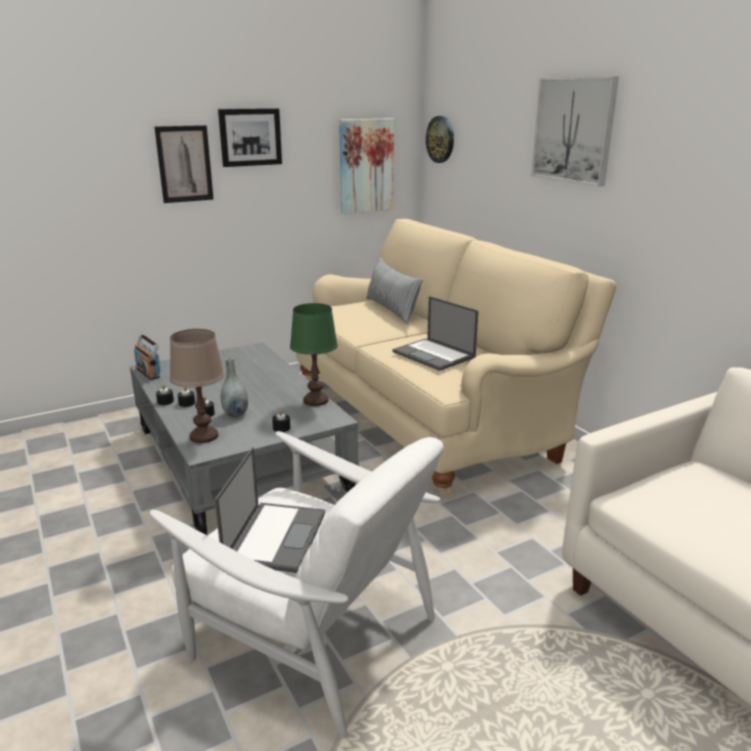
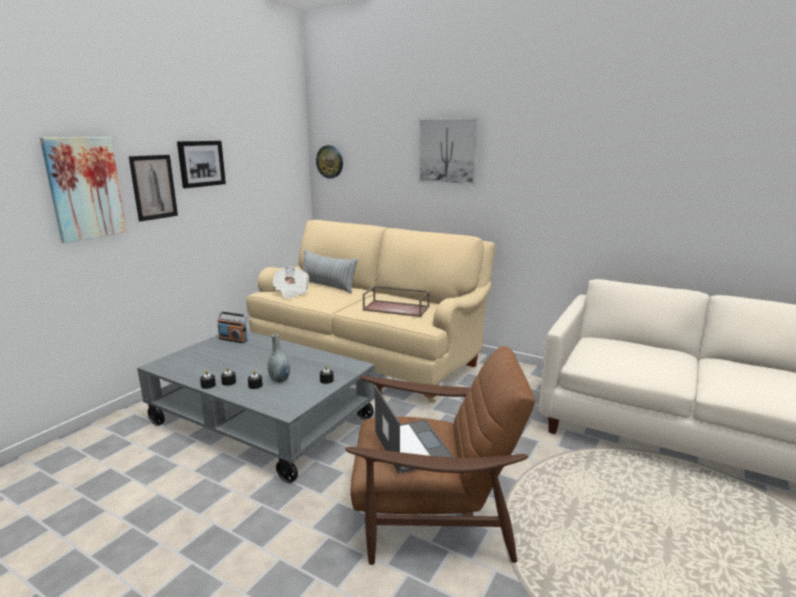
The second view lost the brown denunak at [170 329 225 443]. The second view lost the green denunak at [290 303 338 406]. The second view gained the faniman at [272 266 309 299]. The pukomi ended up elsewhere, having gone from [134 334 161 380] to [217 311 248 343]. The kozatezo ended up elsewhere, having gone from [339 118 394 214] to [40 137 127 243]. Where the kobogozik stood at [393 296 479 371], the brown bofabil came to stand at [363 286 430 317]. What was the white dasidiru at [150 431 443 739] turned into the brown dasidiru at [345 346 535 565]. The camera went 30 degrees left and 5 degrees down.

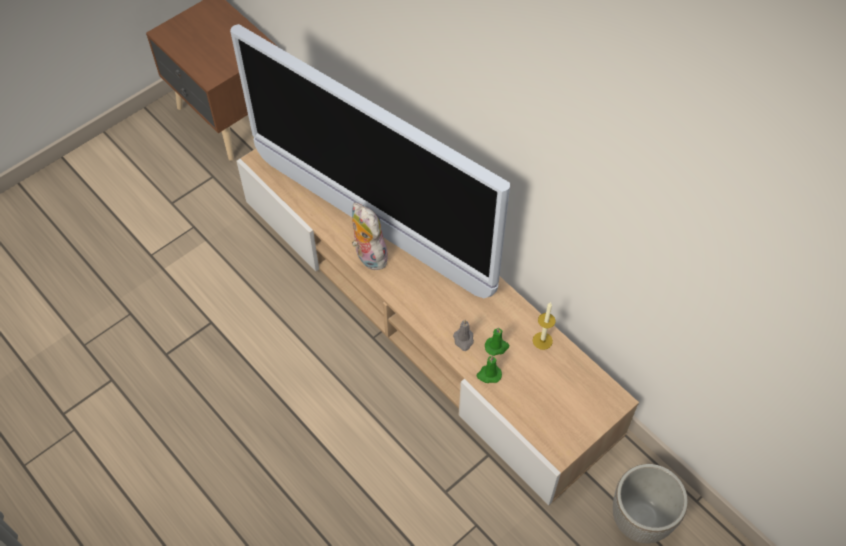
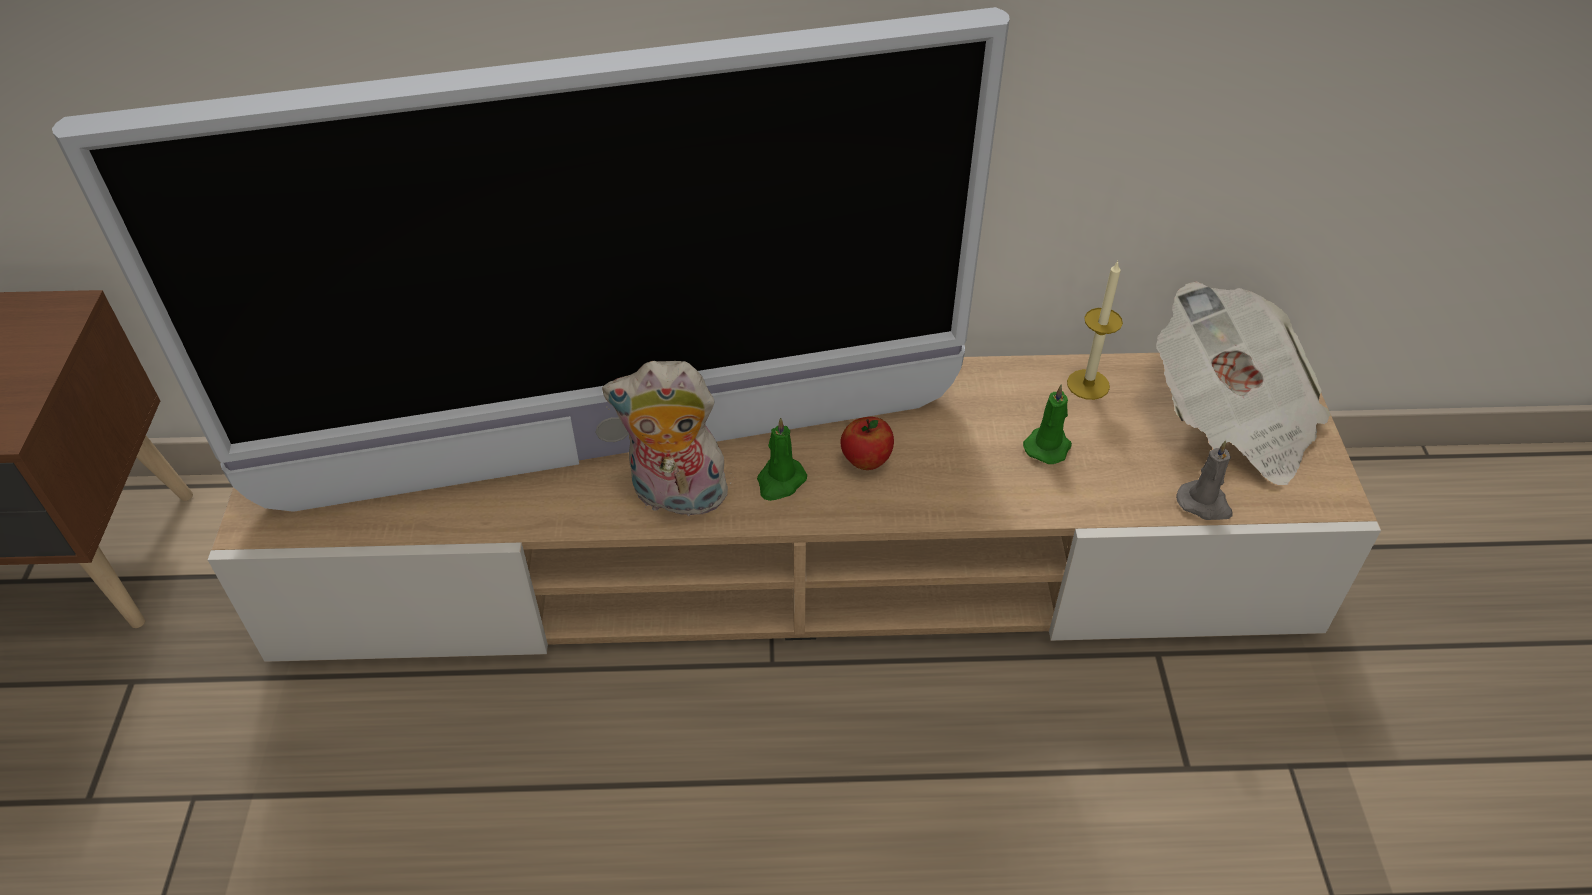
The second view lost the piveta at [613 464 688 543]. The second view gained the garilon at [841 417 894 470]. The second view gained the faniman at [1156 281 1330 485]. The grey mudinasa ended up elsewhere, having gone from [453 320 474 351] to [1176 440 1232 520]. The green mudinasa ended up elsewhere, having gone from [477 356 502 383] to [757 417 807 501]. The camera went 50 degrees left and 10 degrees down.

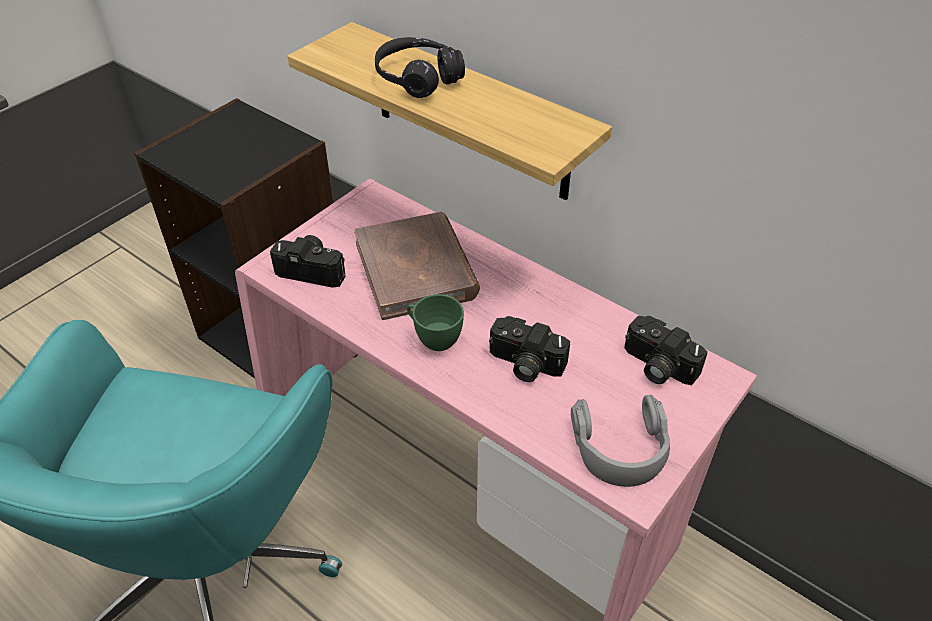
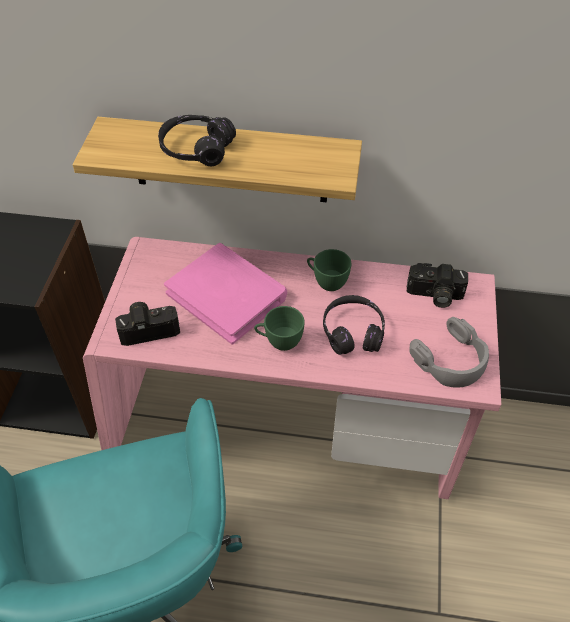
The second view gained the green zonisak at [307 249 351 291]. Where the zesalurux stood at [489 316 570 382], the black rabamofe came to stand at [323 295 385 355]. What was the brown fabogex at [354 212 480 320] turned into the pink fabogex at [164 243 287 344]. The camera went 30 degrees left and 5 degrees up.

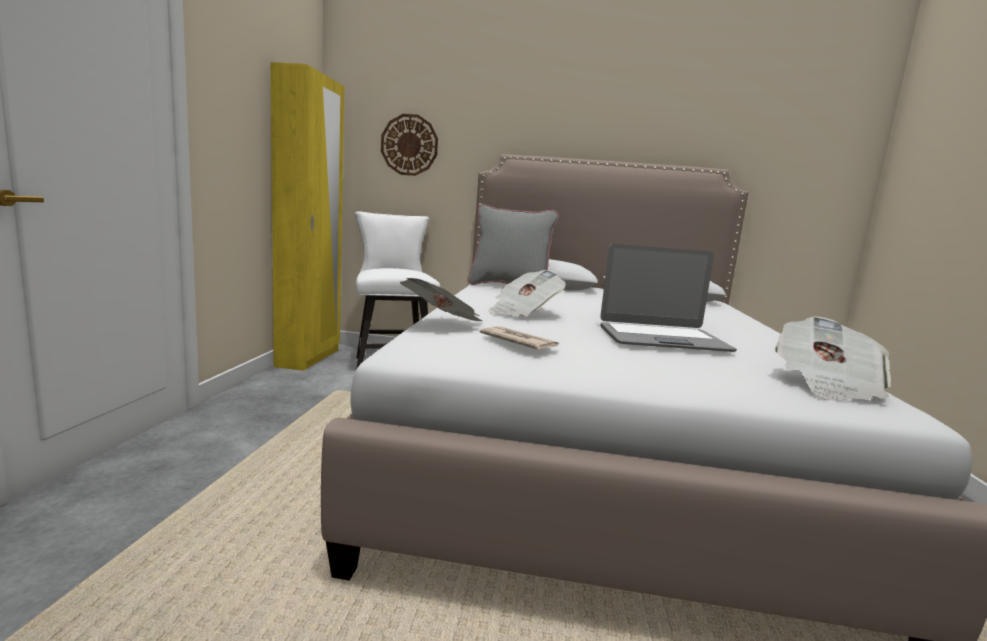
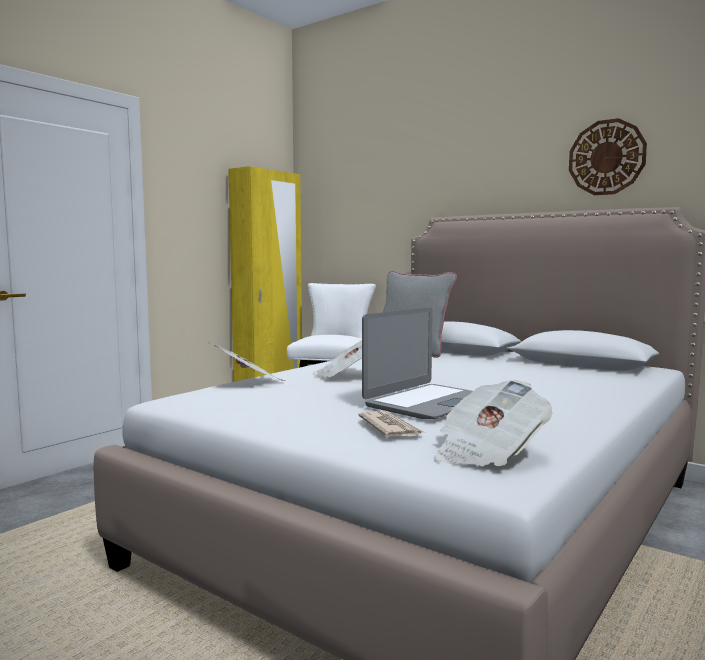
The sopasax ended up elsewhere, having gone from [381 114 438 176] to [569 118 647 195]. The faniman ended up elsewhere, having gone from [480 326 559 350] to [358 411 424 437]. The kobogozik at [600 244 737 352] ended up facing another way, 75 degrees counterclockwise from before. The camera went 30 degrees right and 5 degrees down.

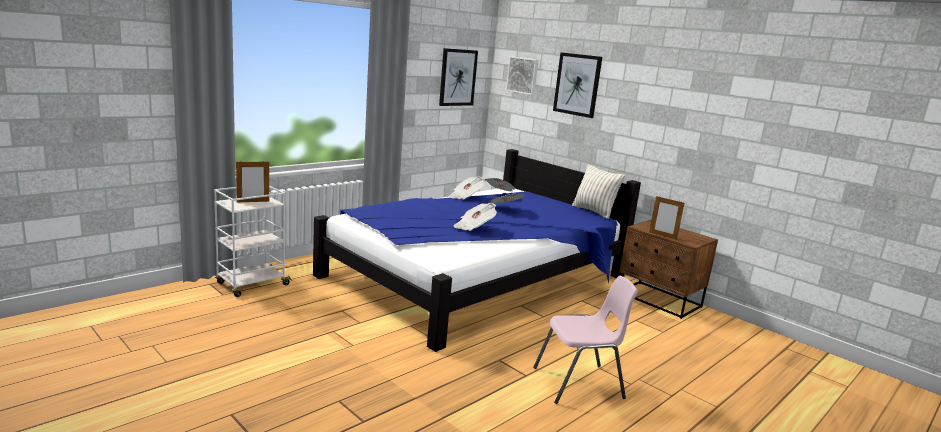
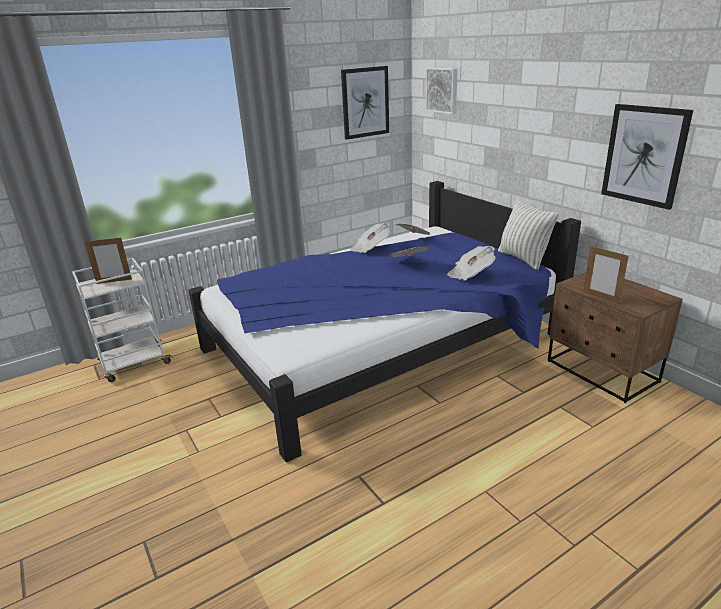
The second view lost the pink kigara at [533 276 638 404]. The faniman ended up elsewhere, having gone from [453 203 497 231] to [447 246 495 281]. The kozatezo ended up elsewhere, having gone from [553 52 602 118] to [601 104 693 210]. The camera went 15 degrees right and 10 degrees up.

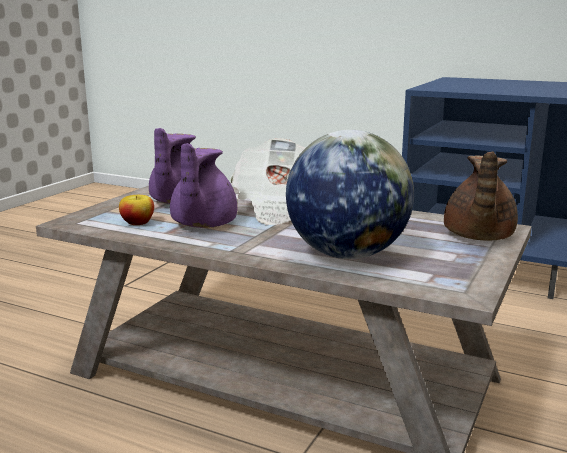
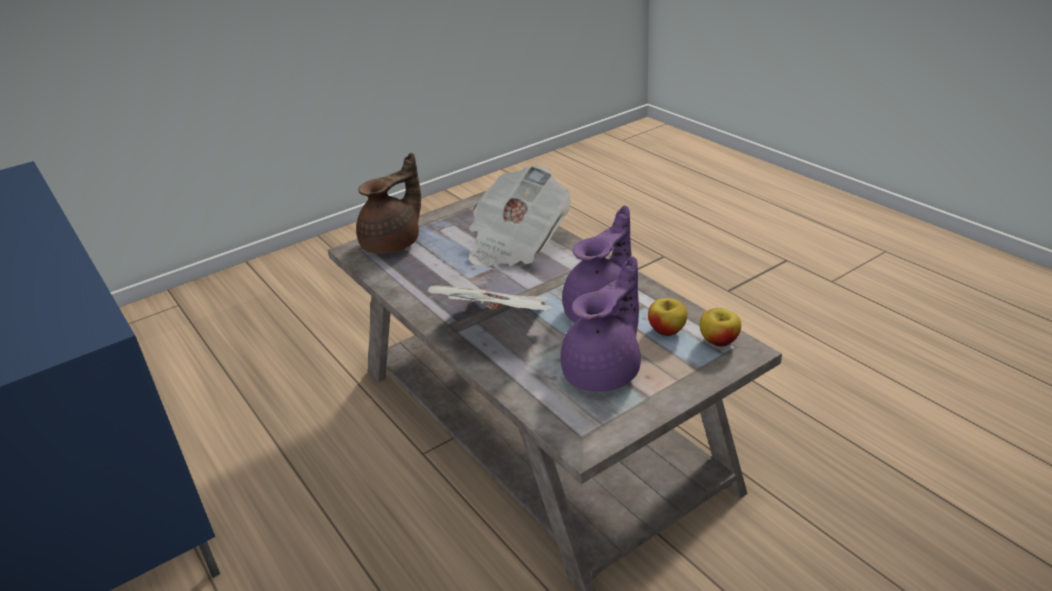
The second view gained the garilon at [700 308 741 347]. Where the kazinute stood at [286 130 414 259], the faniman came to stand at [469 165 571 266]. The camera went 150 degrees left and 15 degrees up.

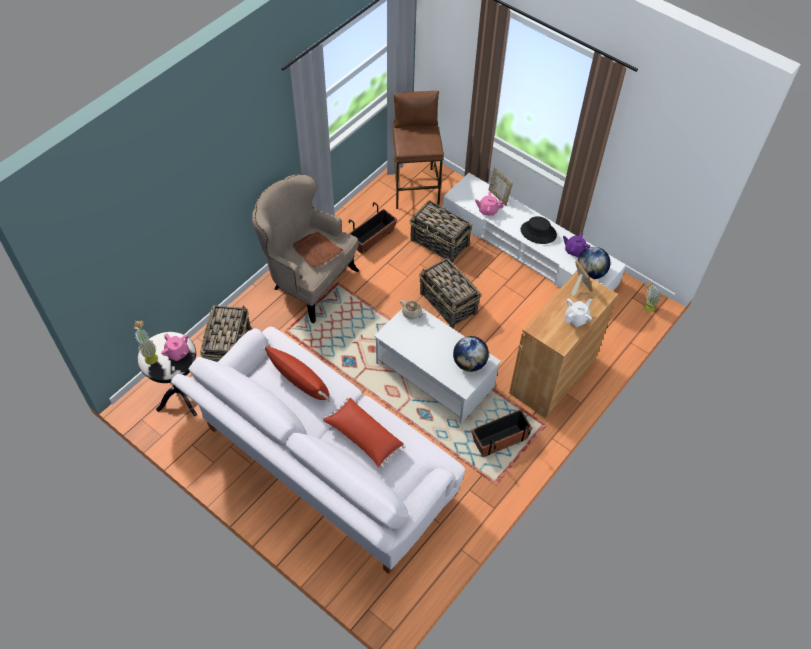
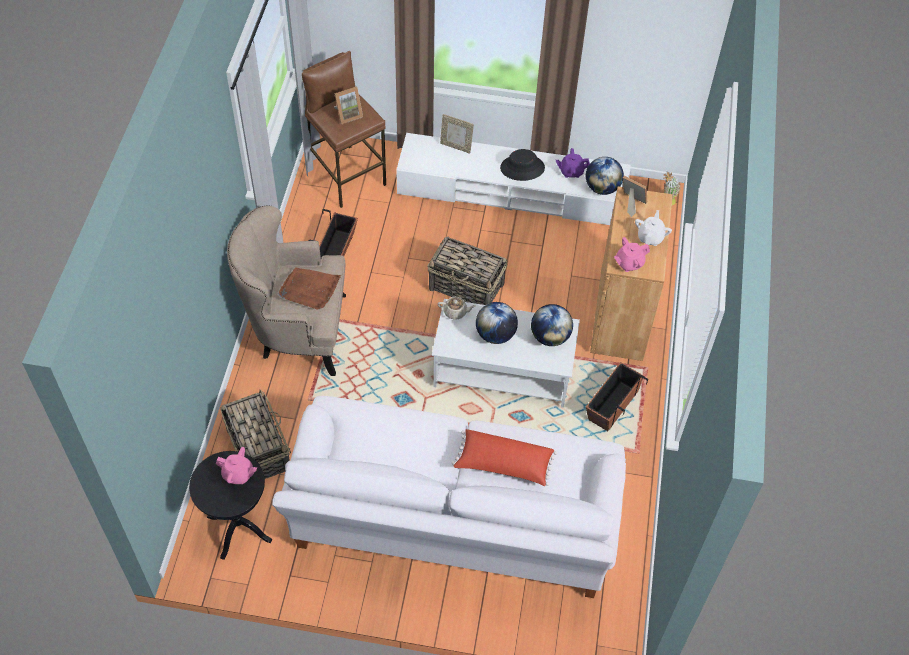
The second view lost the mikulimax at [134 320 158 365]. The second view lost the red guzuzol at [263 346 331 402]. The second view lost the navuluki at [410 200 472 263]. The second view gained the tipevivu at [334 86 363 124]. The second view gained the kazinute at [476 302 518 344]. The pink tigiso ended up elsewhere, having gone from [475 191 503 216] to [614 237 650 272]. The camera went 30 degrees left and 0 degrees up.

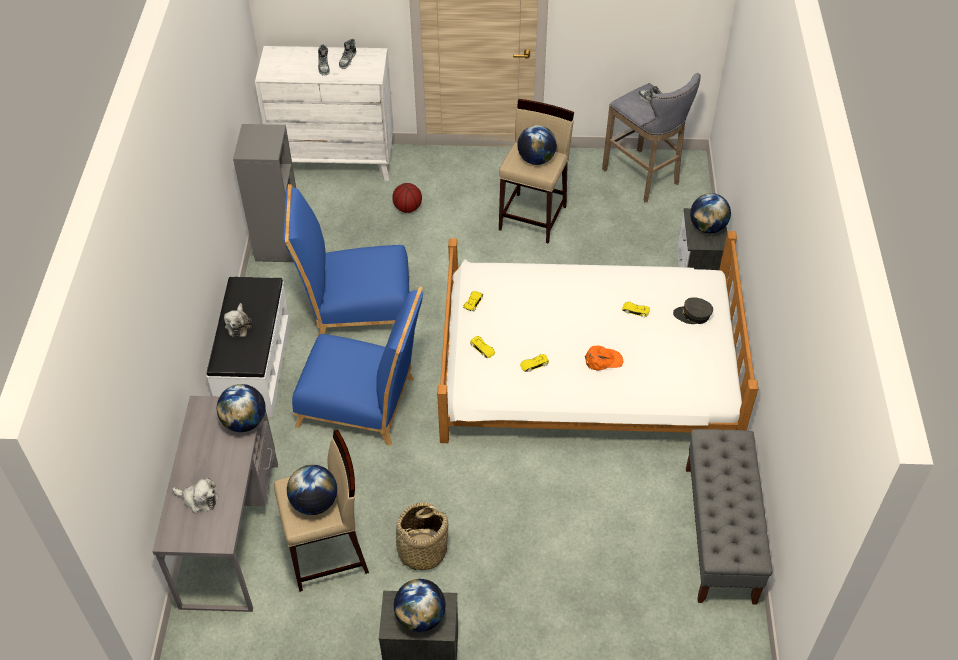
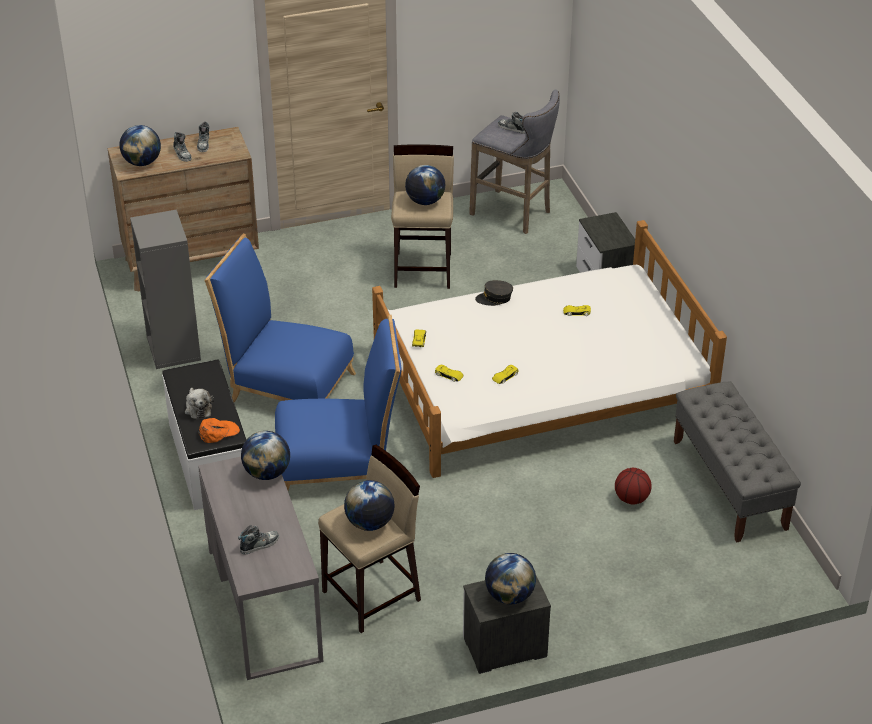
The second view lost the navuluki at [390 502 448 570]. The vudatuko ended up elsewhere, having gone from [392 183 422 213] to [615 468 652 505]. The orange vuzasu ended up elsewhere, having gone from [585 346 623 371] to [198 418 240 443]. The grey vuzasu ended up elsewhere, having gone from [673 297 713 324] to [475 280 513 306]. The kazinute ended up elsewhere, having gone from [690 193 731 233] to [119 125 161 166]. Where the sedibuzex stood at [172 477 219 514], the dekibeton came to stand at [238 525 279 555]. What was the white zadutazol at [255 46 394 181] turned into the brown zadutazol at [108 127 259 292]. The blue kigara at [283 184 410 336] ended up facing another way, 45 degrees clockwise from before. The camera went 20 degrees left and 10 degrees down.

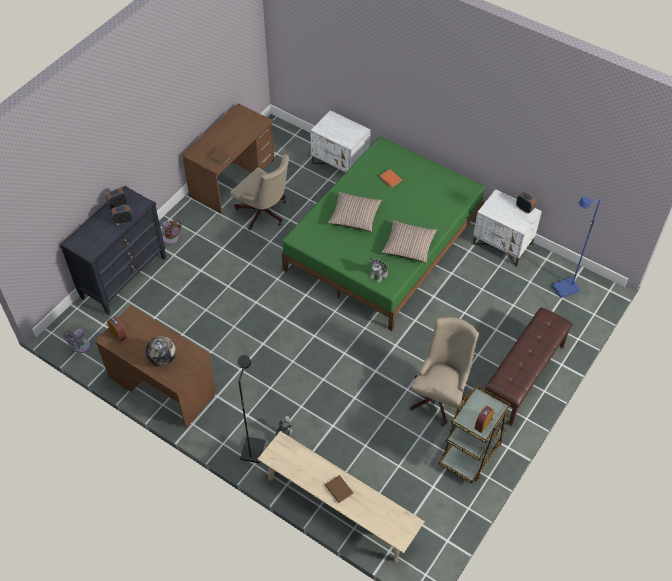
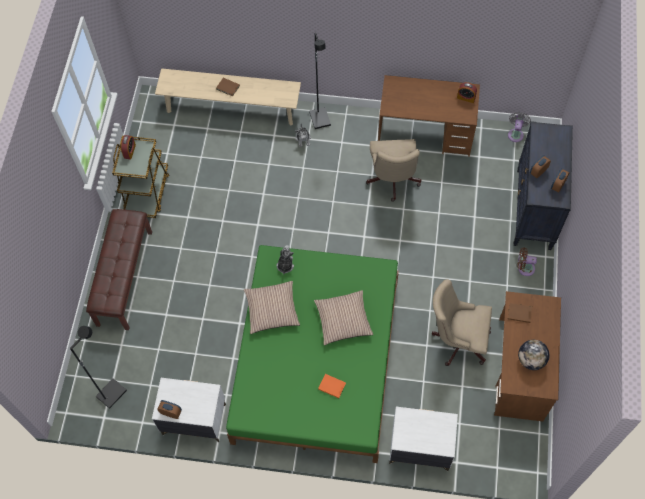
The kazinute ended up elsewhere, having gone from [146 336 176 366] to [518 340 550 370]. The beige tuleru ended up elsewhere, having gone from [410 317 479 426] to [366 139 421 202]. What was the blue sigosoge at [552 196 601 298] turned into the black sigosoge at [70 326 127 409]. The camera went 155 degrees right and 10 degrees up.

